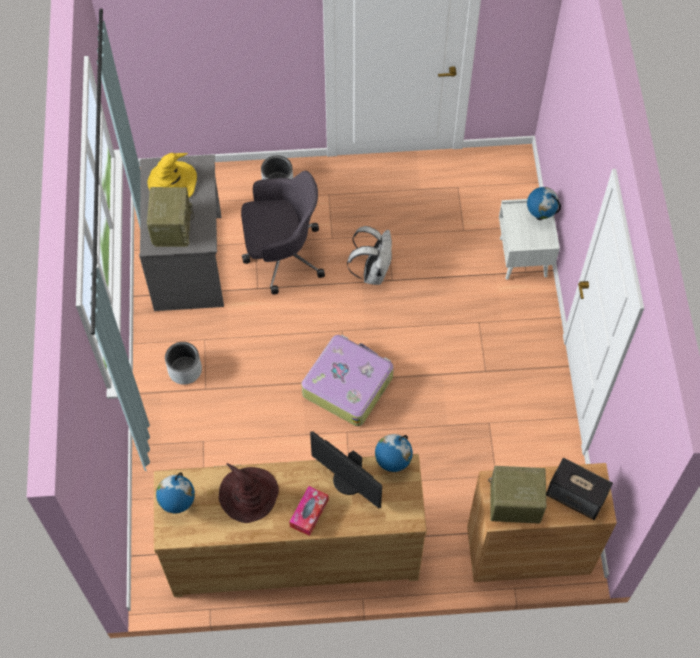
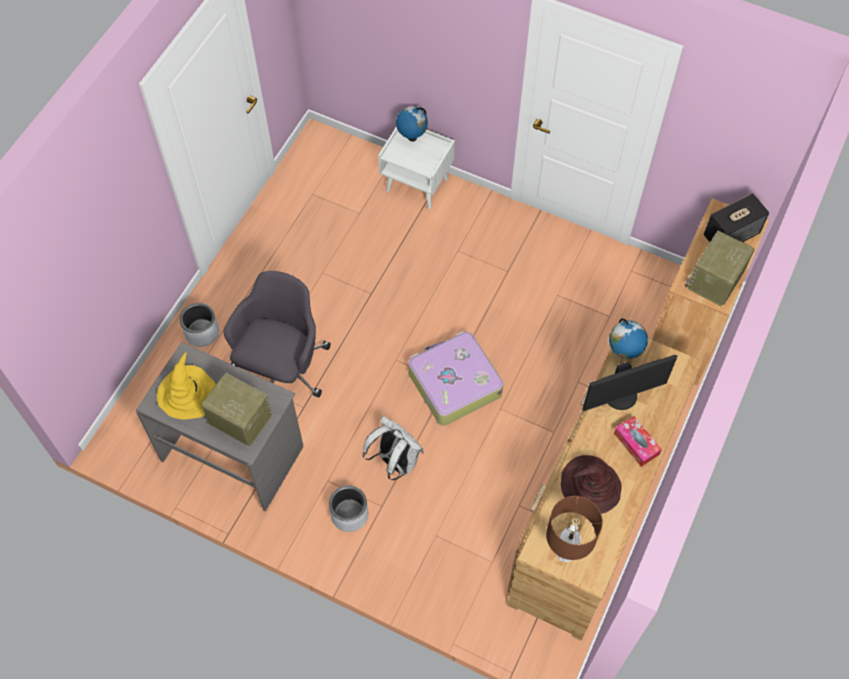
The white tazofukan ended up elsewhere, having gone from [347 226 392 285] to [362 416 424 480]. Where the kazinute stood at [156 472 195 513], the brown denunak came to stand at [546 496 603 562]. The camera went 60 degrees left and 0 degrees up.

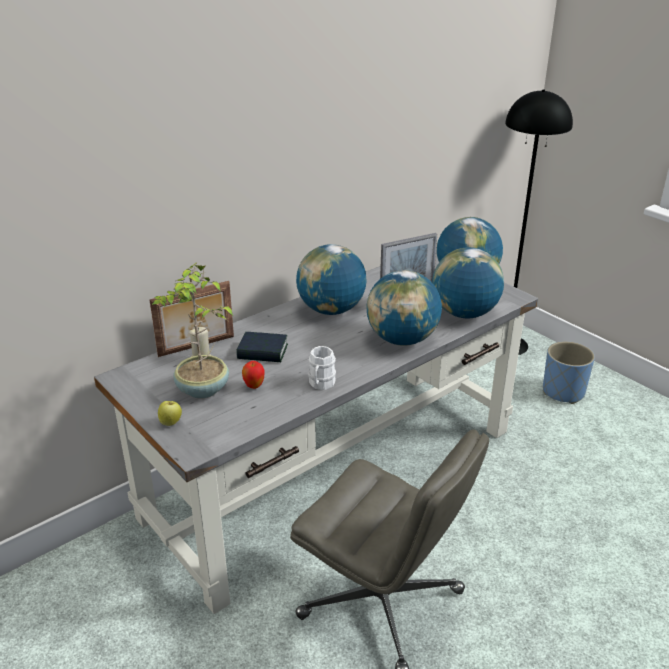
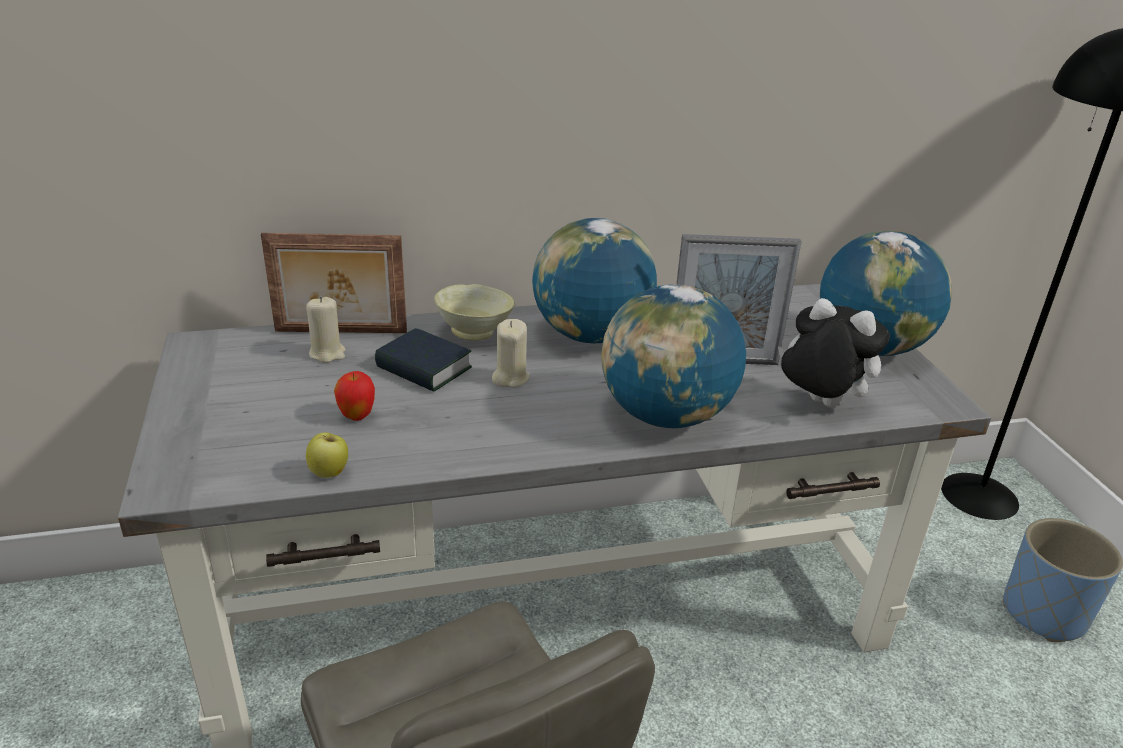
The second view lost the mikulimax at [152 263 233 398]. The second view lost the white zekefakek at [308 346 336 390]. The second view gained the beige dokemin at [434 284 515 341]. The second view gained the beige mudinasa at [492 319 530 388]. The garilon ended up elsewhere, having gone from [158 401 182 426] to [306 432 348 478]. Where the kazinute stood at [432 247 504 318], the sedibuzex came to stand at [778 298 890 408]. The camera went 25 degrees right and 0 degrees up.

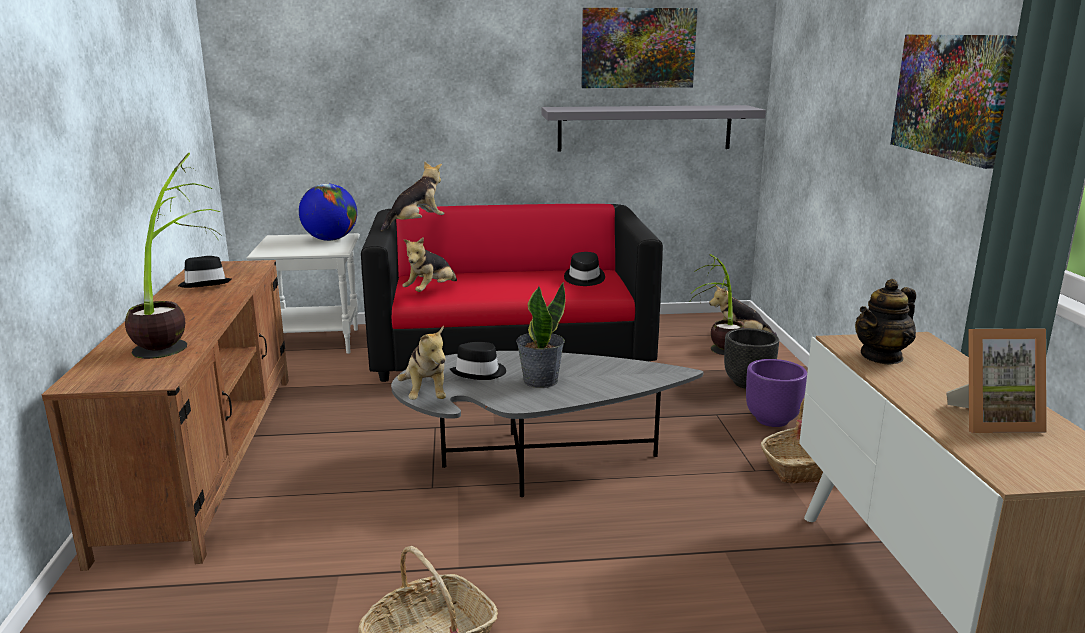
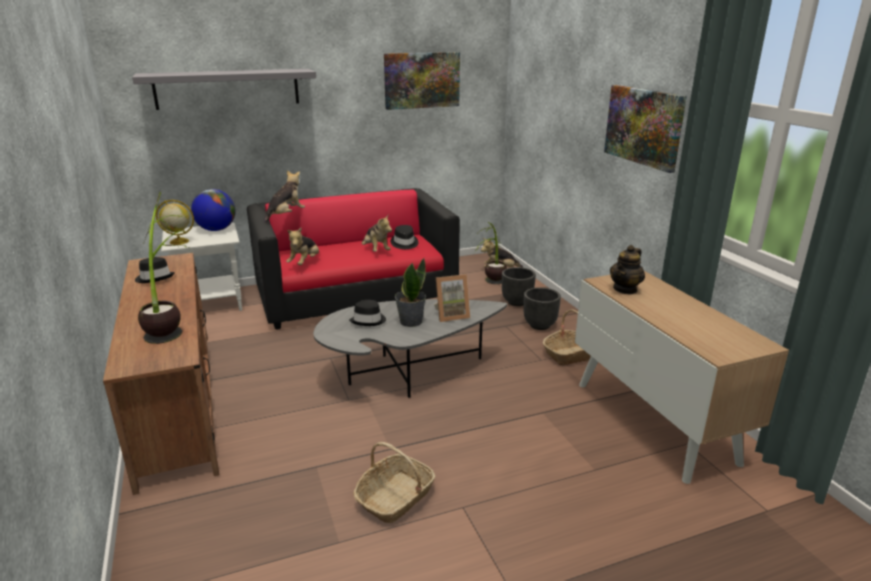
The second view gained the kazinute at [156 200 194 245]. The sedibuzex ended up elsewhere, having gone from [397 325 446 400] to [362 215 392 252]. The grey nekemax ended up elsewhere, having gone from [542 105 766 151] to [132 69 316 110]. The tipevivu ended up elsewhere, having gone from [946 329 1047 433] to [434 274 470 322]. What was the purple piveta at [746 359 807 427] turned into the black piveta at [524 287 561 330]. The camera went 15 degrees left and 5 degrees up.

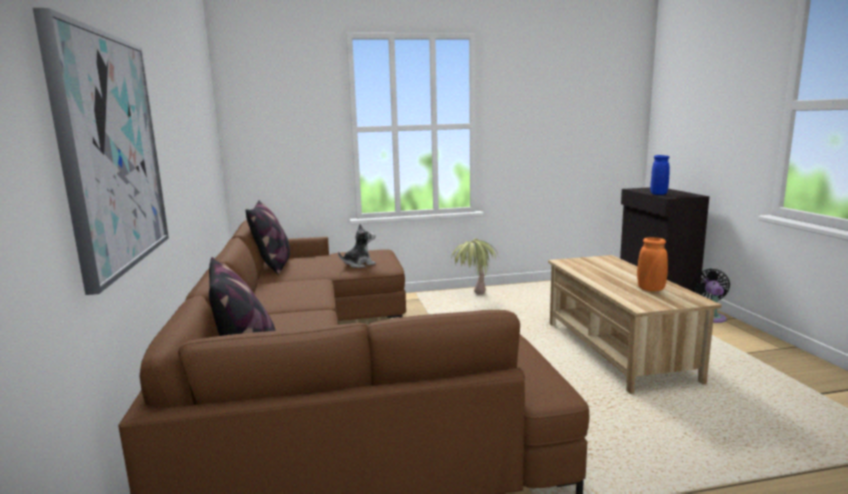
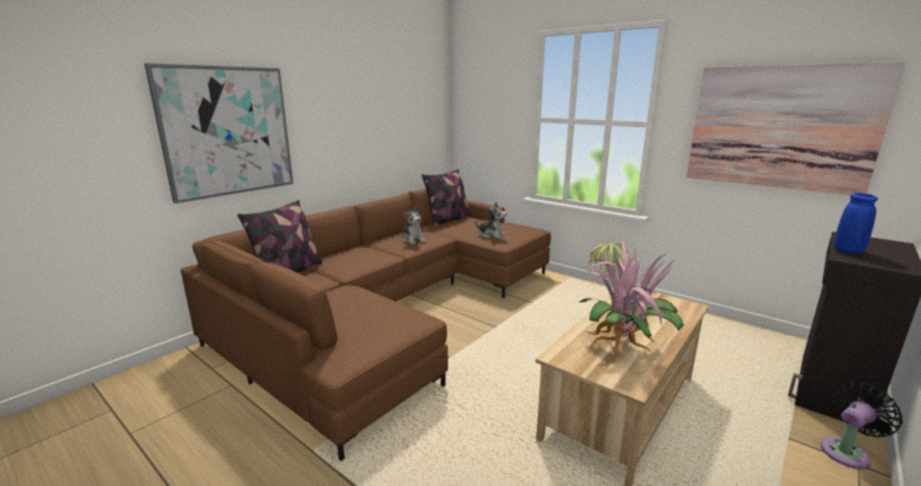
The second view gained the sedibuzex at [402 206 426 244]. The second view gained the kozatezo at [687 61 905 195]. Where the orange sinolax stood at [637 237 668 291], the mikulimax came to stand at [578 241 684 356]. The camera went 50 degrees right and 5 degrees up.

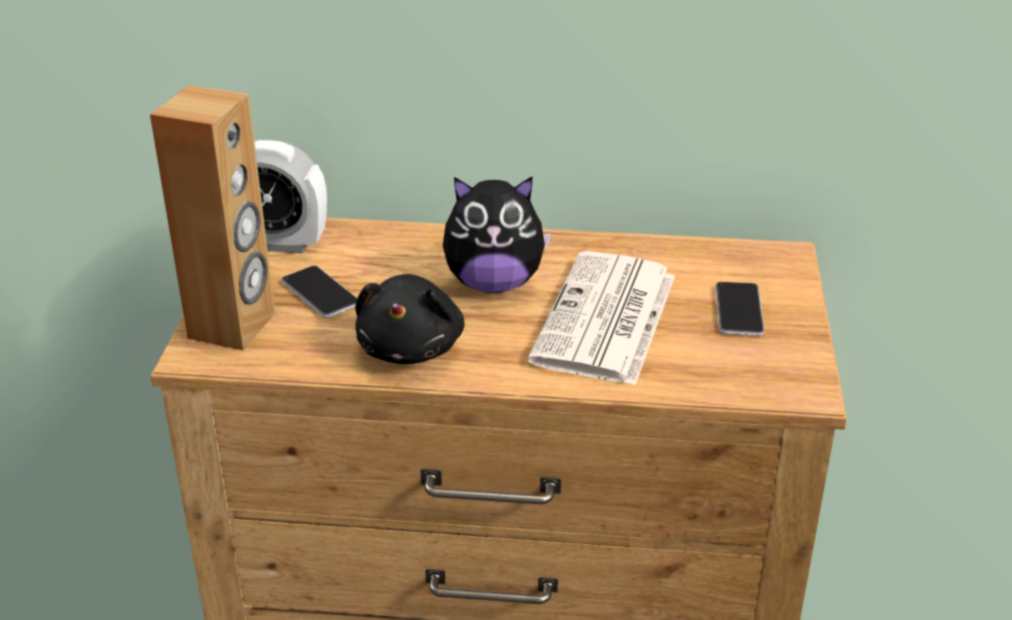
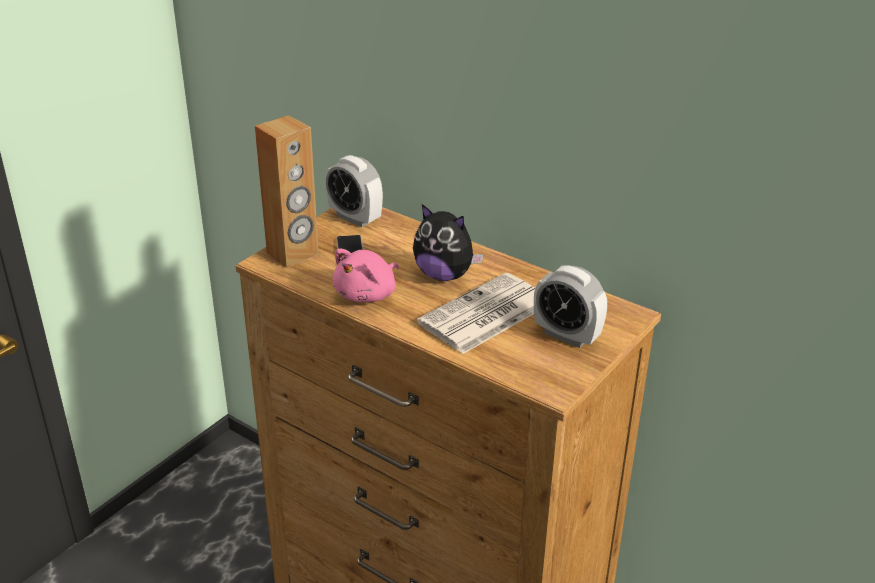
Where the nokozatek stood at [715 282 765 336], the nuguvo came to stand at [534 265 607 348]. What was the black sedibuzex at [355 274 465 364] turned into the pink sedibuzex at [333 249 399 302]. The camera went 30 degrees right and 0 degrees up.

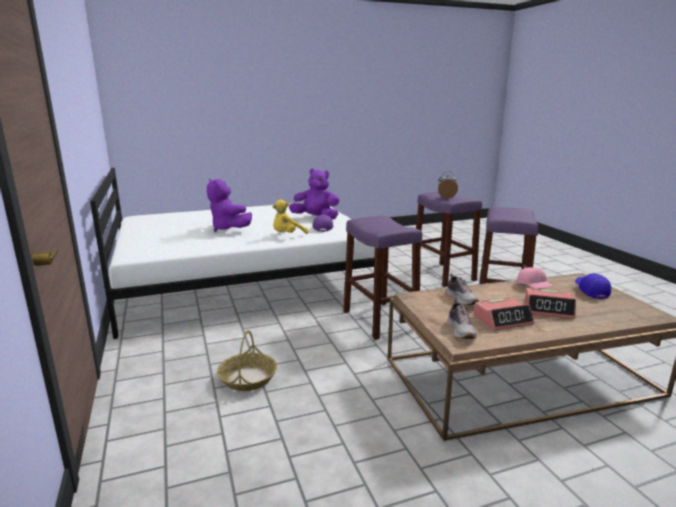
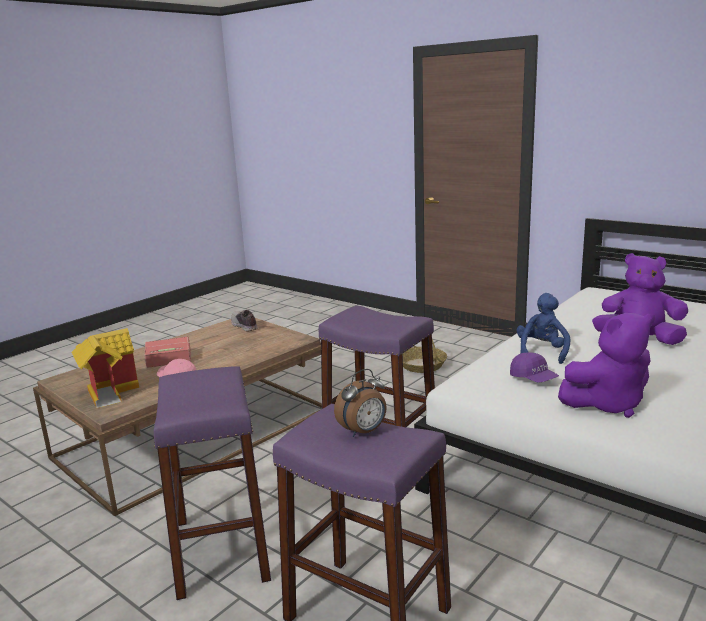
The second view lost the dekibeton at [447 274 479 305]. The second view lost the nuguvo at [474 297 534 331]. Where the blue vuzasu stood at [575 273 611 299], the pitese came to stand at [71 328 139 408]. What was the yellow sedibuzex at [273 200 308 234] turned into the blue sedibuzex at [517 293 570 364]. The camera went 150 degrees right and 0 degrees up.

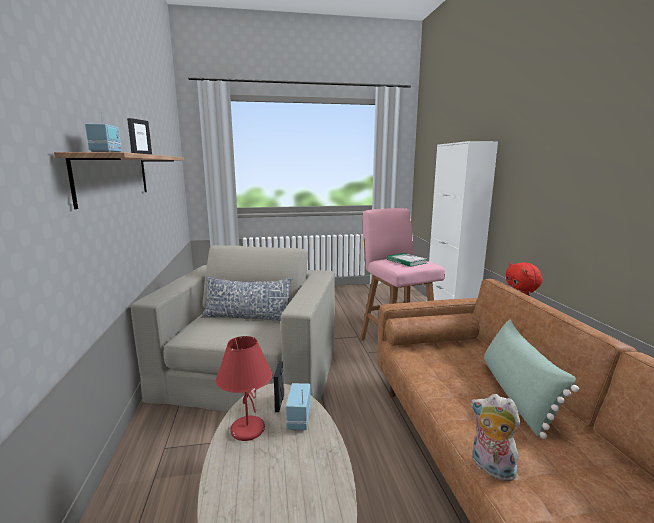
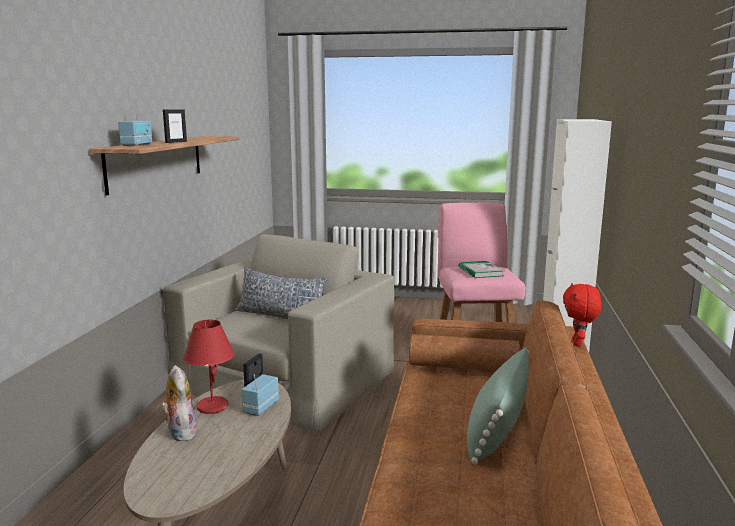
The sedibuzex ended up elsewhere, having gone from [471 394 522 481] to [161 365 198 441]. The camera went 20 degrees right and 0 degrees up.

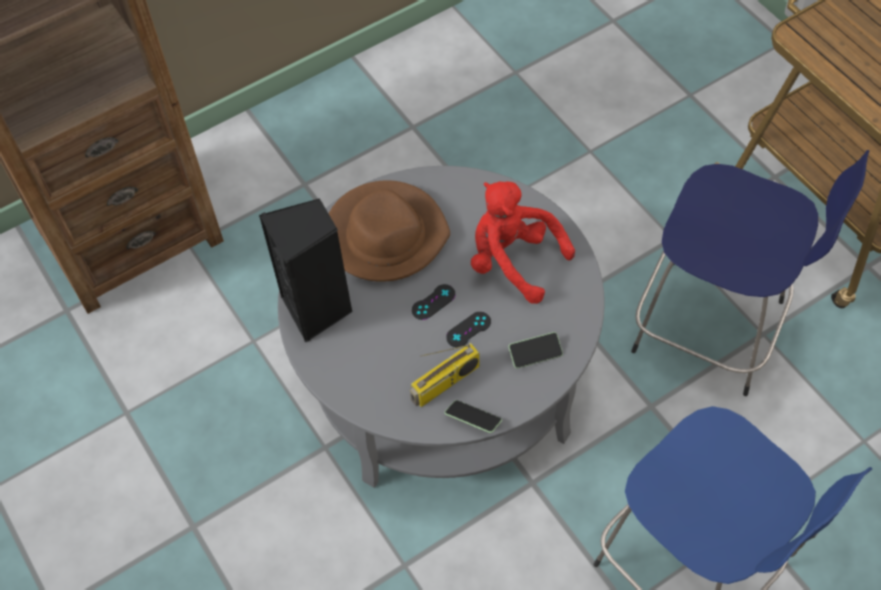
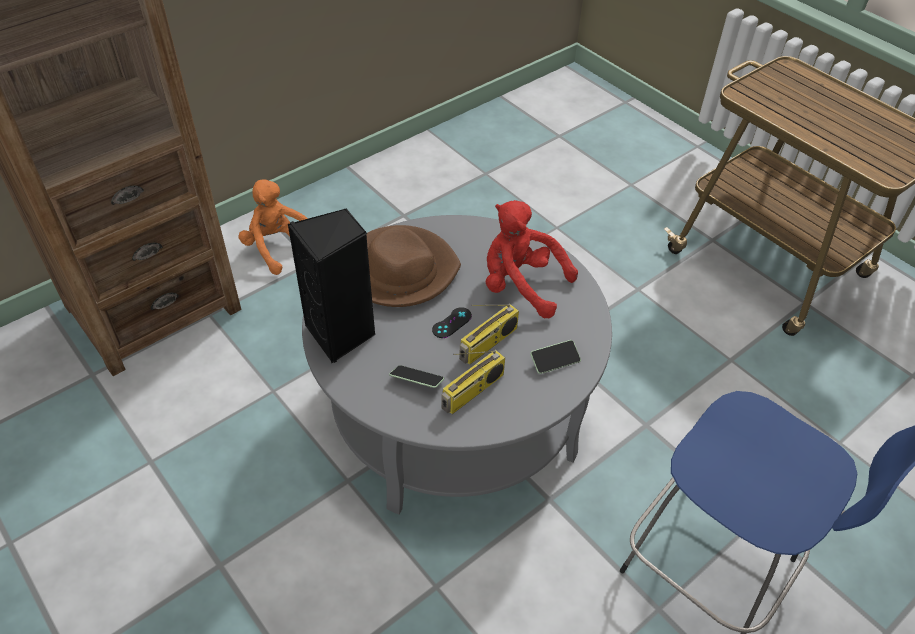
The second view lost the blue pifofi at [631 150 869 396]. The second view gained the orange sedibuzex at [238 179 308 275]. The nokozatek ended up elsewhere, having gone from [444 400 502 433] to [389 365 444 388]. Where the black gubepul stood at [446 312 491 347], the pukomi came to stand at [459 304 519 365]. The camera went 10 degrees left and 10 degrees down.

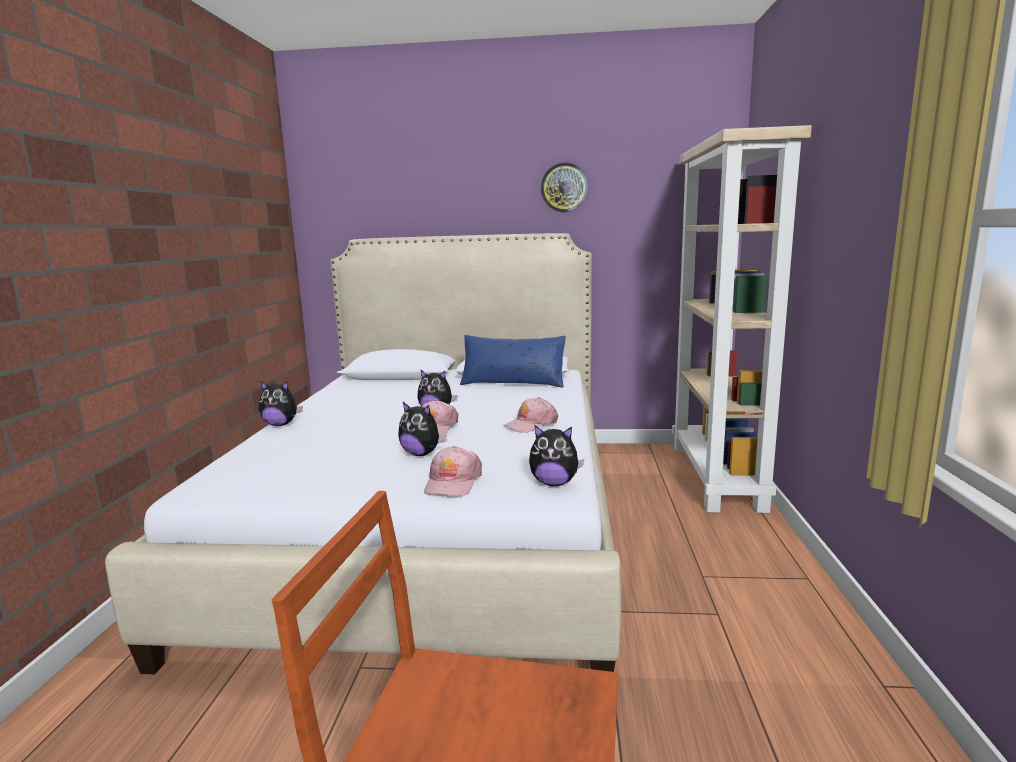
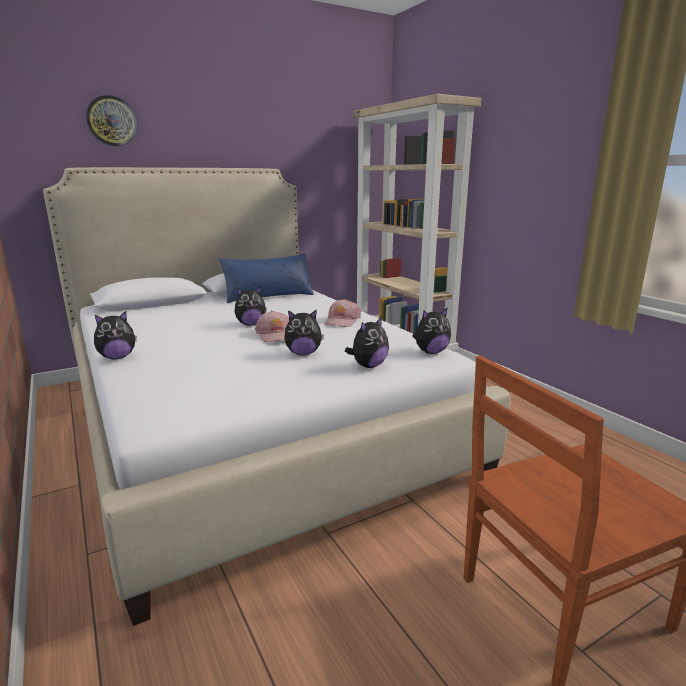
The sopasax ended up elsewhere, having gone from [541 162 589 212] to [86 95 138 146]. Where the pink vuzasu stood at [424 446 482 496], the sedibuzex came to stand at [345 317 389 368]. The camera went 35 degrees left and 5 degrees up.

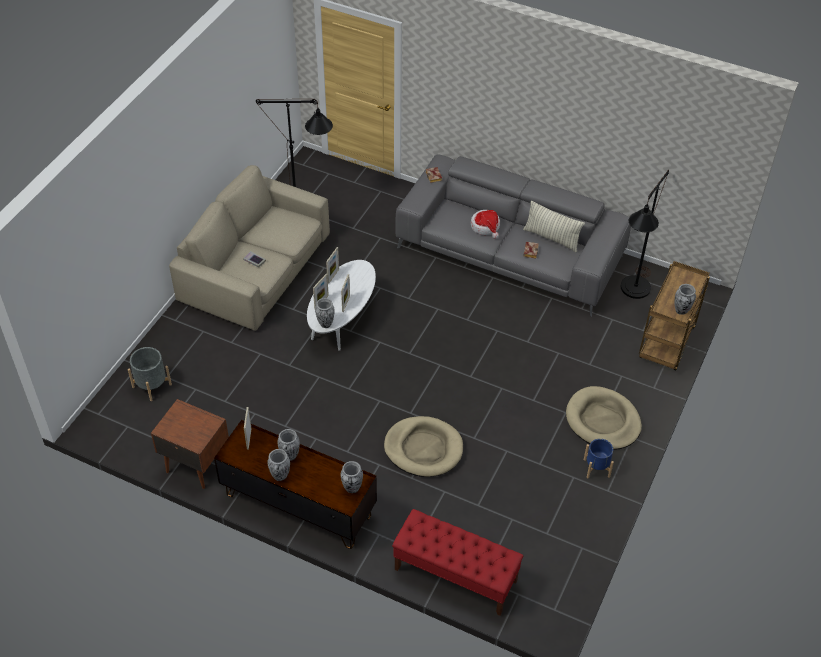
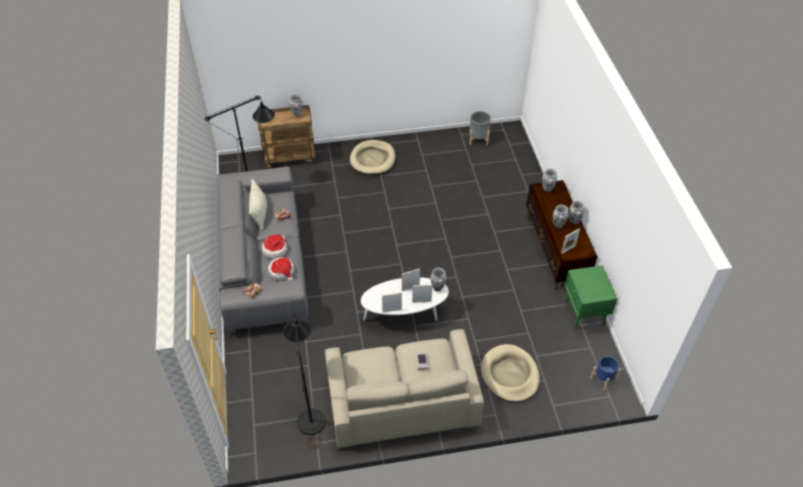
The second view lost the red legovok at [392 509 523 616]. The second view gained the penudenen at [268 257 294 281]. The grey piveta ended up elsewhere, having gone from [128 347 172 401] to [469 111 491 145]. The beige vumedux ended up elsewhere, having gone from [384 416 463 477] to [481 344 540 402]. The blue piveta ended up elsewhere, having gone from [584 439 614 478] to [591 356 621 390]. What was the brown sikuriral at [151 399 229 489] turned into the green sikuriral at [564 265 617 330]. The camera went 125 degrees left and 0 degrees up.

